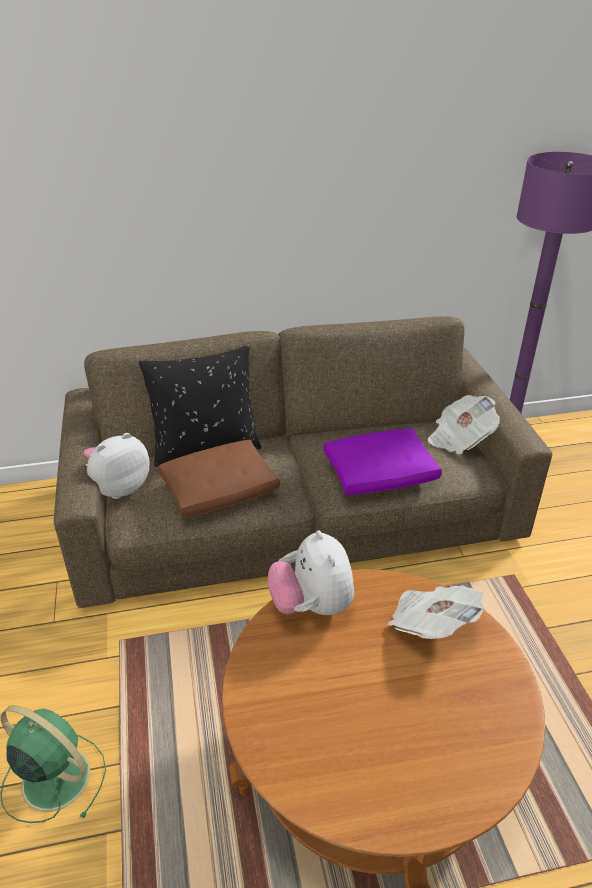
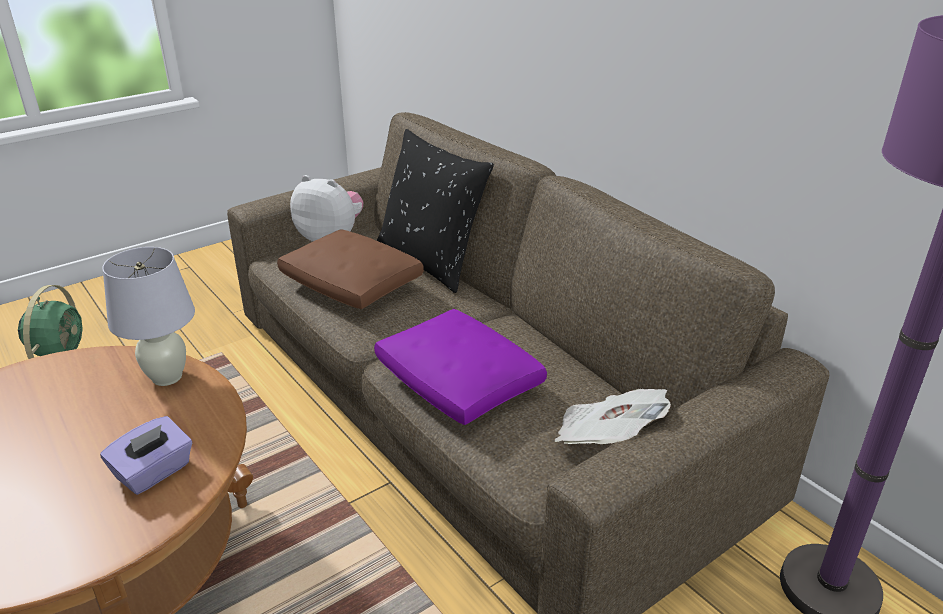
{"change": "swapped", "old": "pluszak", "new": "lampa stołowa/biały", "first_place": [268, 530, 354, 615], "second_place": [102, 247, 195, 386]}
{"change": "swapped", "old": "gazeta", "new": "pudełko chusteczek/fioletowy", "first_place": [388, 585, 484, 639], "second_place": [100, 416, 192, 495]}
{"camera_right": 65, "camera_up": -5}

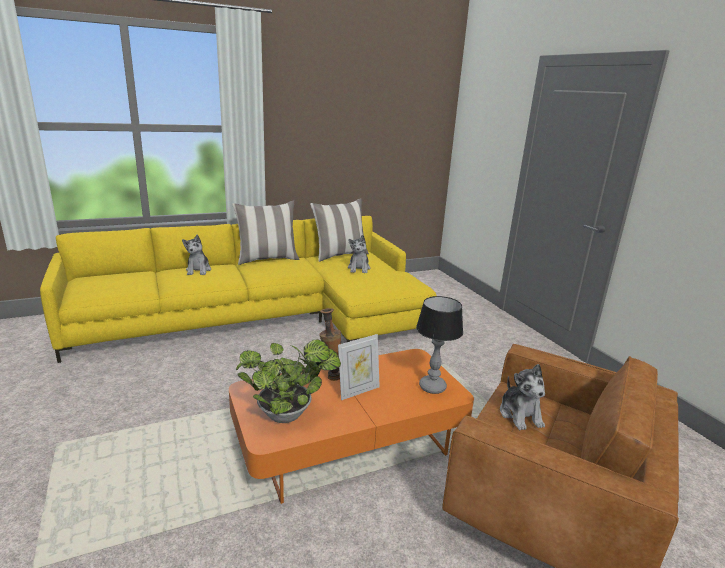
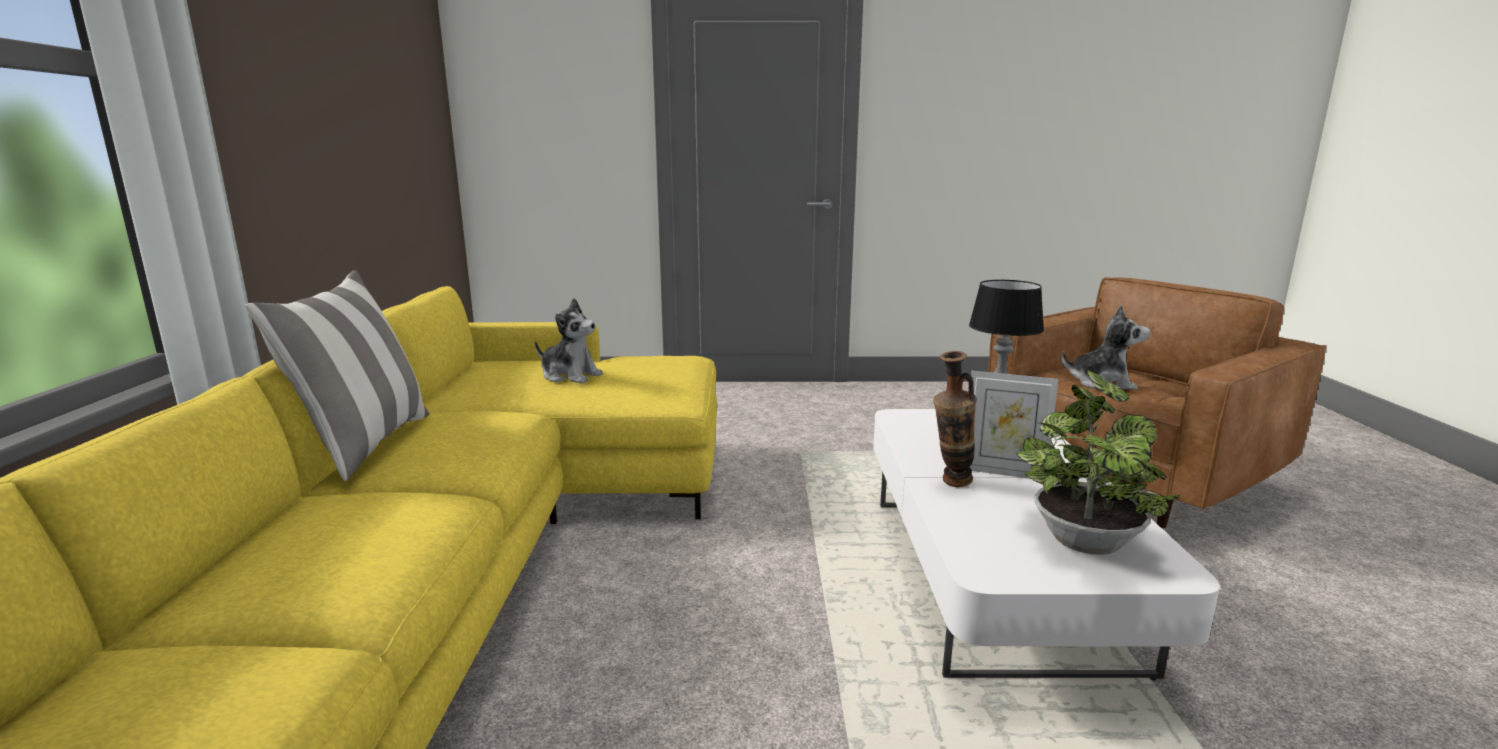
{"change": "gone", "old": "pluszak", "first_place": [182, 235, 211, 275]}
{"change": "repainted", "old": "ława/pomarańczowy", "new": "ława/biały", "first_place": [229, 349, 474, 504], "second_place": [873, 409, 1220, 680]}
{"change": "gone", "old": "poduszka", "first_place": [310, 198, 369, 262]}
{"change": "rotated", "old": "ramka na zdjęcie", "first_place": [338, 334, 380, 400], "second_place": [970, 371, 1059, 479], "degrees": 120}
{"camera_right": -65, "camera_up": -5}

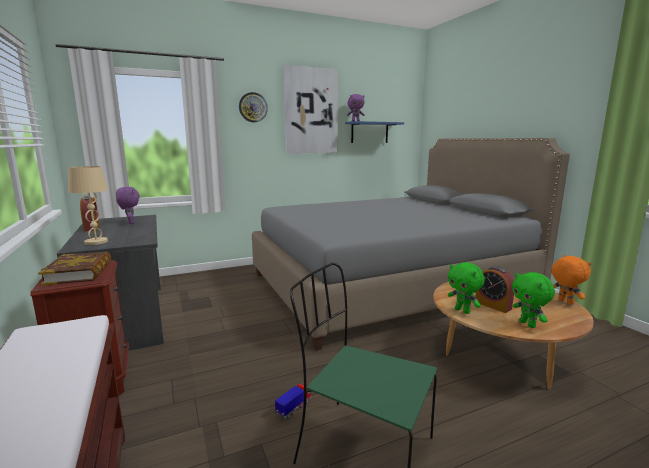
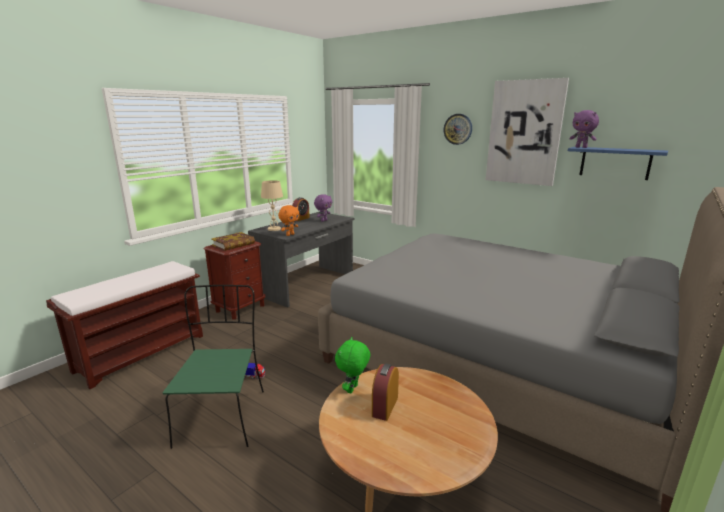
{"change": "gone", "old": "pluszak/zielony", "first_place": [512, 272, 555, 328]}
{"change": "shifted", "old": "pluszak/pomarańczowy", "first_place": [551, 255, 592, 305], "second_place": [278, 205, 299, 236]}
{"camera_right": 60, "camera_up": 5}

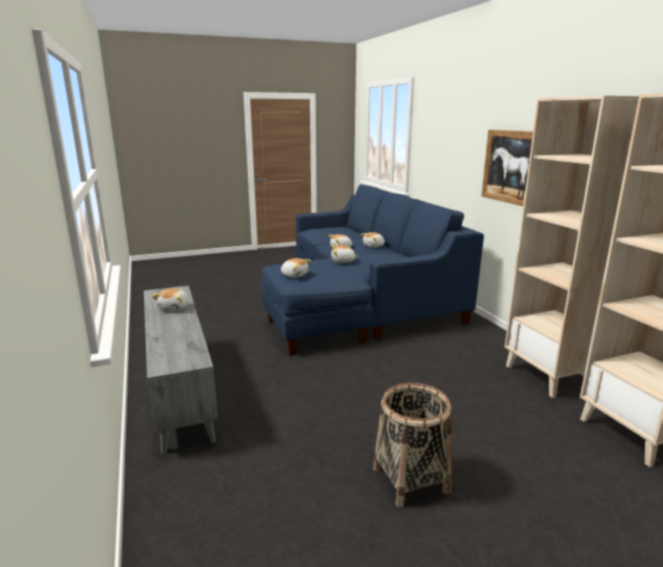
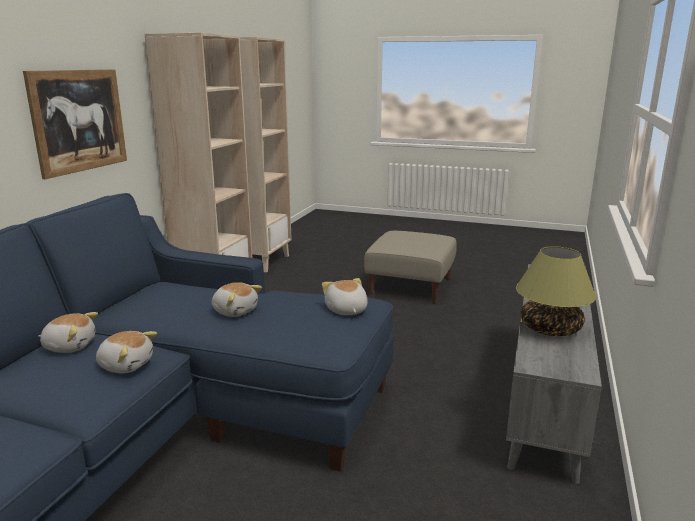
{"change": "swapped", "old": "pluszak", "new": "lampa stołowa", "first_place": [152, 288, 189, 311], "second_place": [516, 246, 596, 336]}
{"change": "swapped", "old": "koszyk", "new": "pufa/beżowy", "first_place": [373, 383, 451, 507], "second_place": [364, 231, 457, 304]}
{"camera_right": -140, "camera_up": 0}

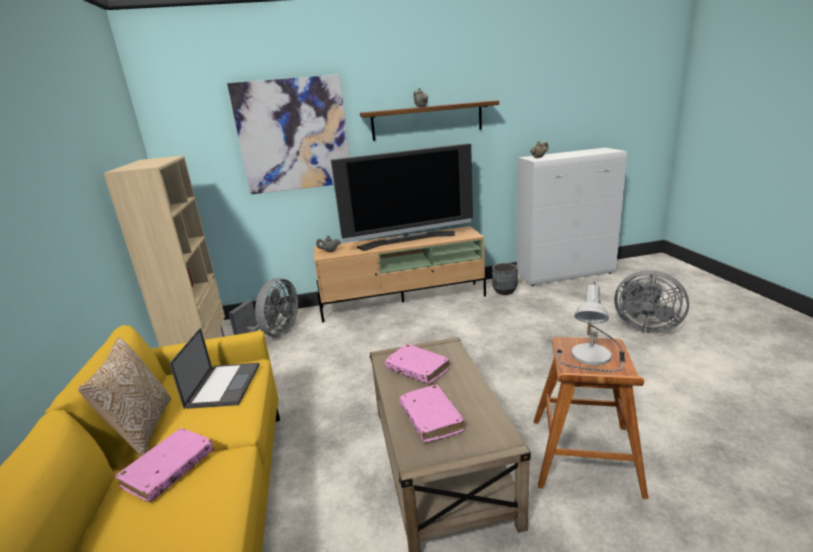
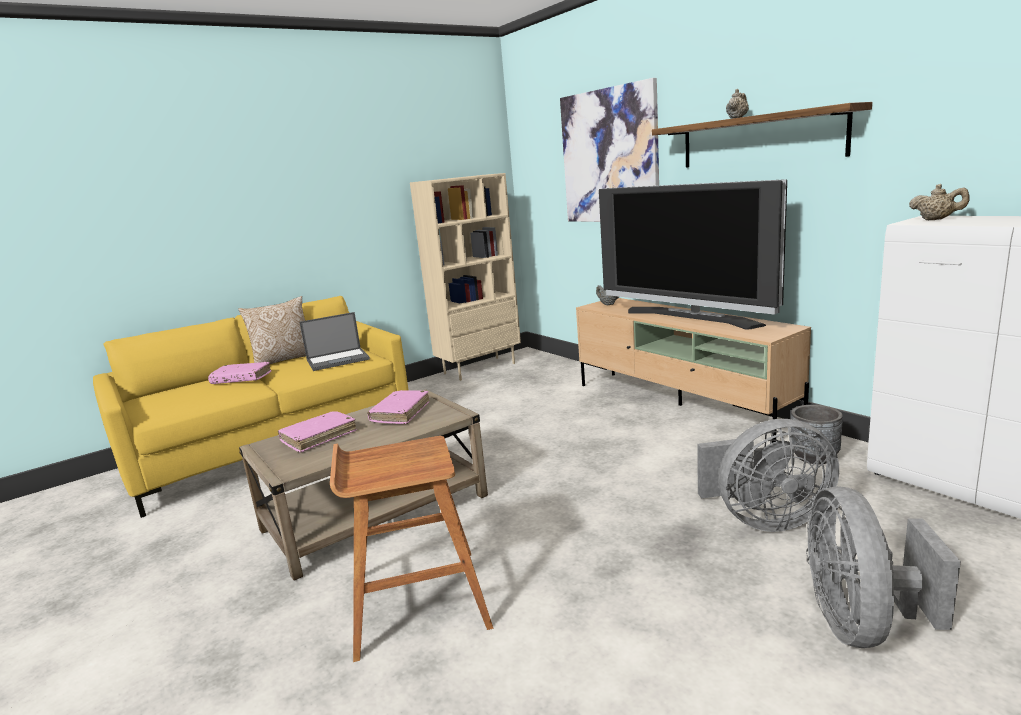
{"change": "shifted", "old": "wentylator/szary", "first_place": [229, 278, 298, 337], "second_place": [697, 419, 839, 532]}
{"change": "gone", "old": "lampa stołowa", "first_place": [557, 281, 625, 372]}
{"camera_right": 65, "camera_up": -5}

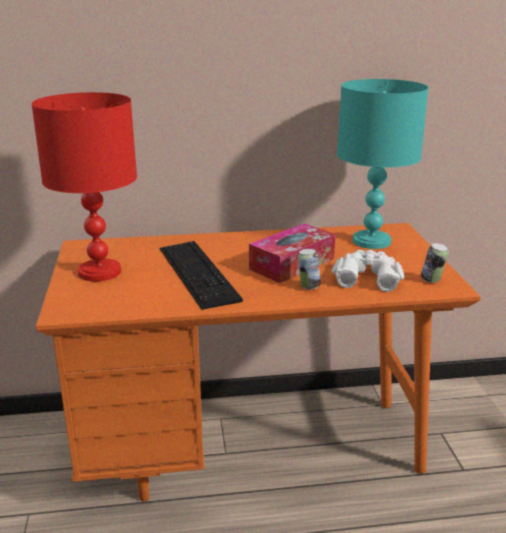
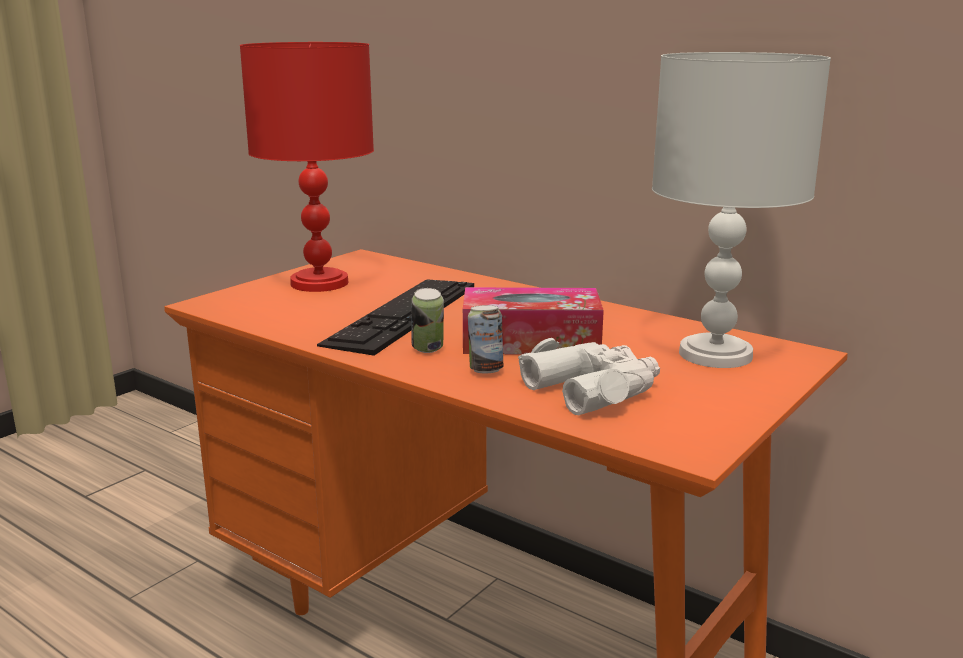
{"change": "repainted", "old": "lampa stołowa/turkusowy", "new": "lampa stołowa/biały", "first_place": [337, 79, 429, 249], "second_place": [652, 52, 831, 368]}
{"change": "shifted", "old": "puszka", "first_place": [421, 243, 448, 283], "second_place": [411, 288, 444, 353]}
{"camera_right": 45, "camera_up": -5}

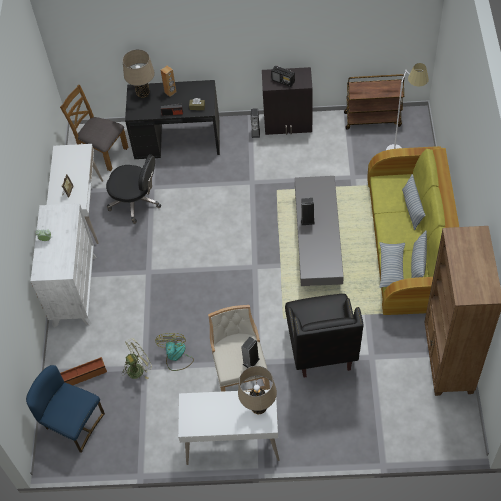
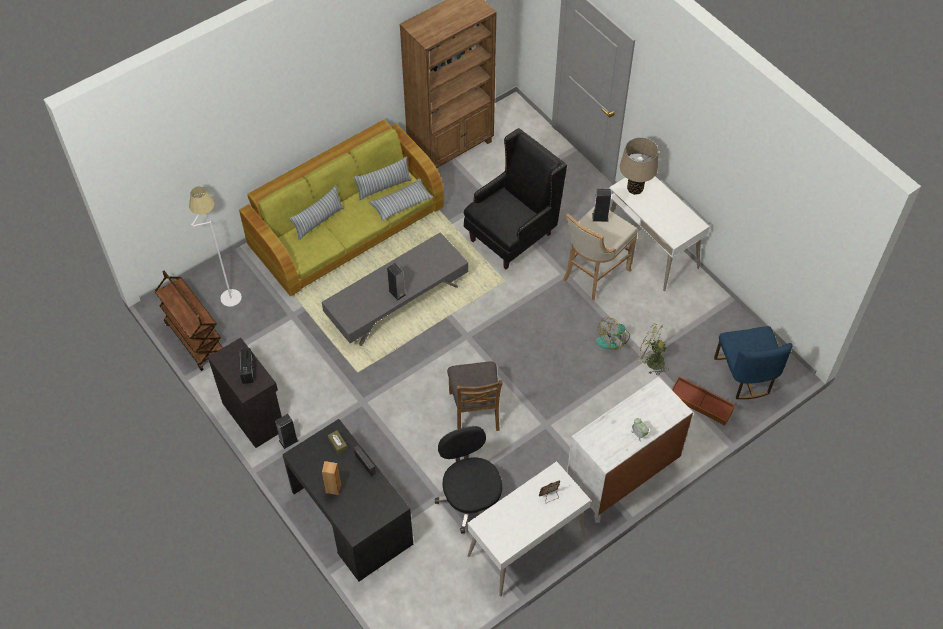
{"change": "shifted", "old": "krzesło/brązowy", "first_place": [60, 85, 128, 171], "second_place": [447, 362, 503, 431]}
{"change": "gone", "old": "lampa stołowa/beżowy", "first_place": [123, 49, 155, 98]}
{"camera_right": -130, "camera_up": 0}

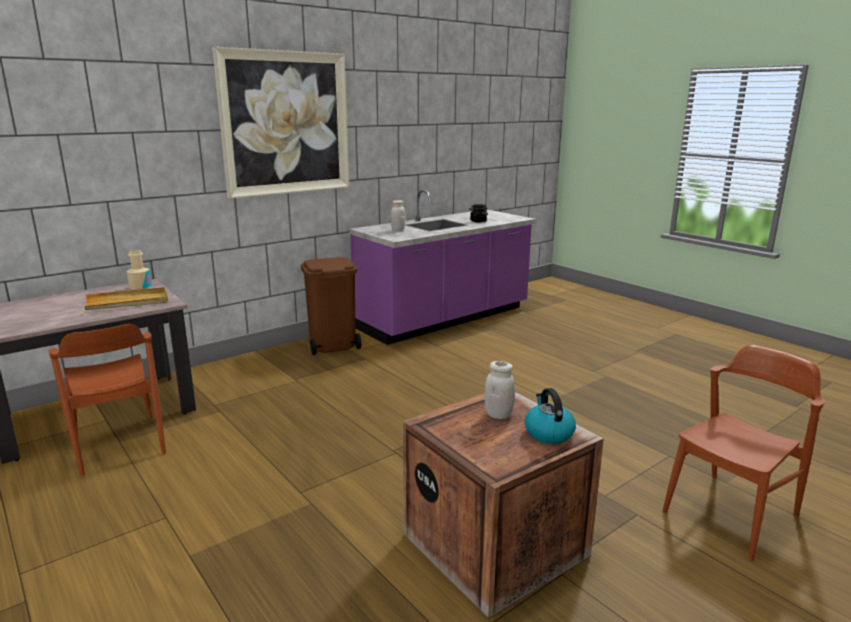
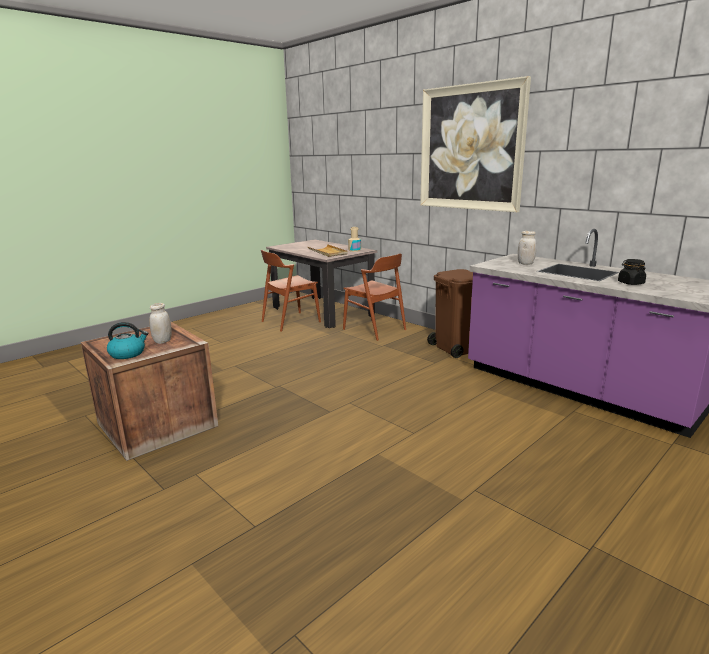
{"change": "shifted", "old": "krzesło/brązowy", "first_place": [662, 345, 825, 561], "second_place": [343, 254, 406, 341]}
{"camera_right": 85, "camera_up": 0}

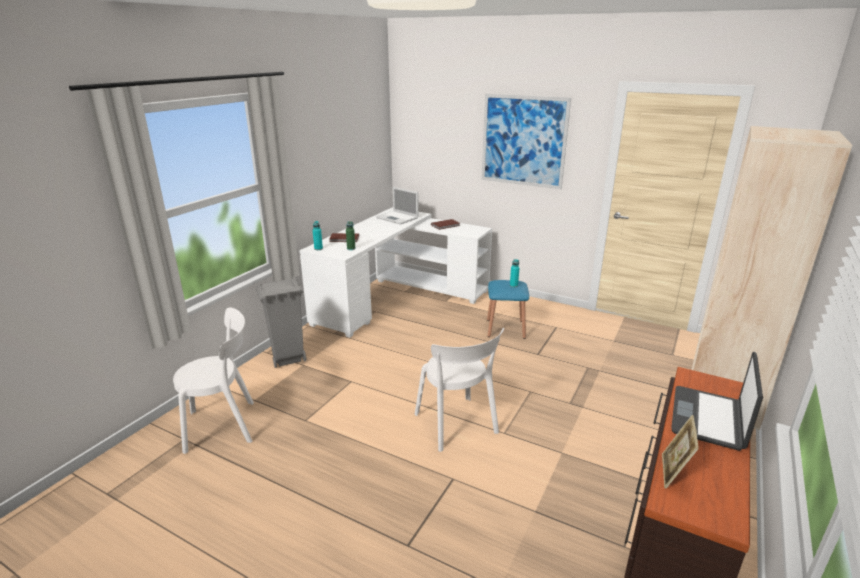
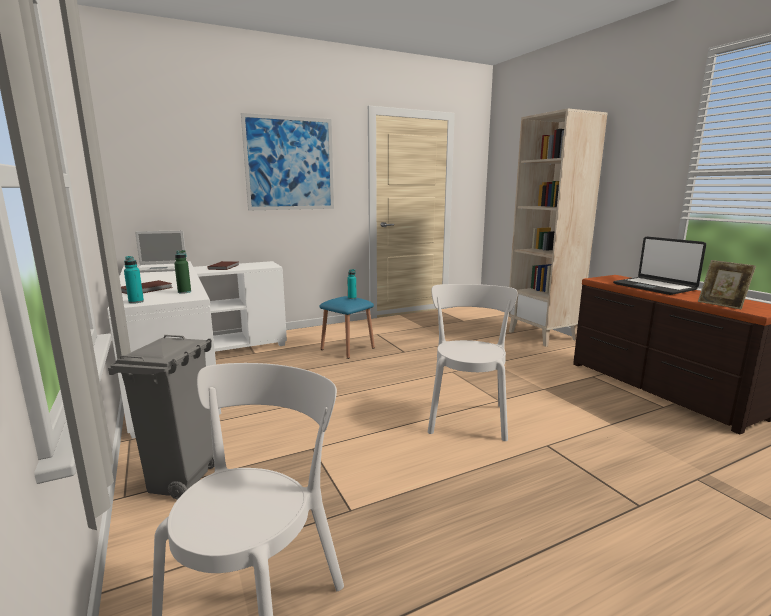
{"change": "rotated", "old": "krzesło/biały", "first_place": [415, 328, 504, 452], "second_place": [428, 284, 518, 441], "degrees": -90}
{"camera_right": -55, "camera_up": -10}

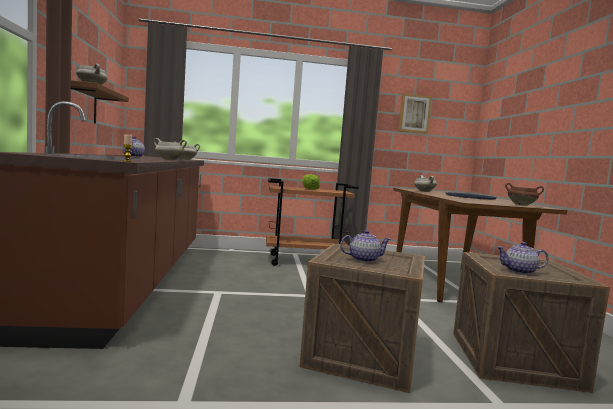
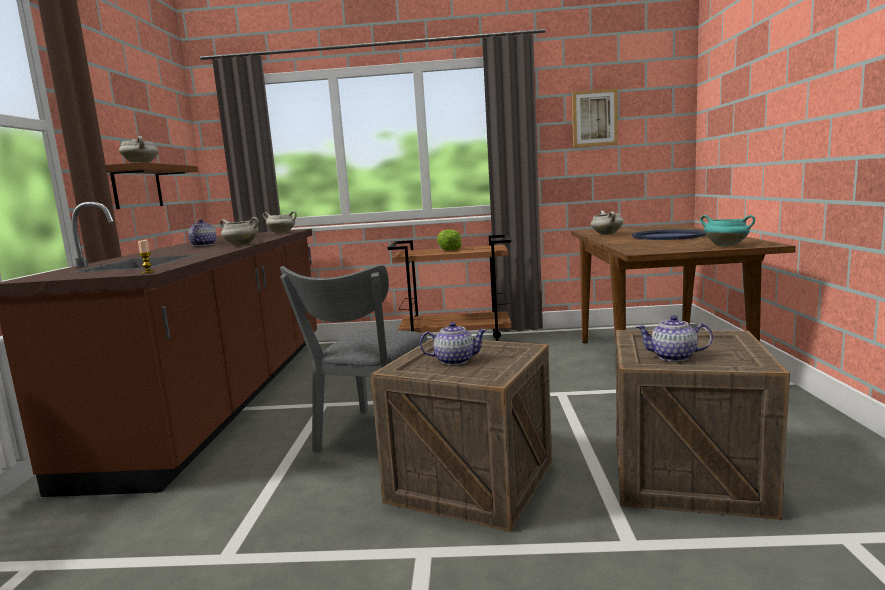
{"change": "repainted", "old": "garnek/brązowy", "new": "garnek/turkusowy", "first_place": [505, 183, 544, 206], "second_place": [700, 215, 755, 247]}
{"change": "new", "new": "krzesło/szary", "second_place": [280, 264, 427, 453]}
{"camera_right": 10, "camera_up": 5}

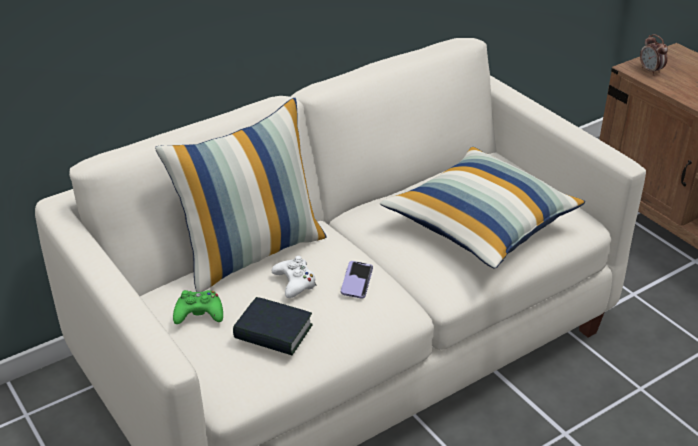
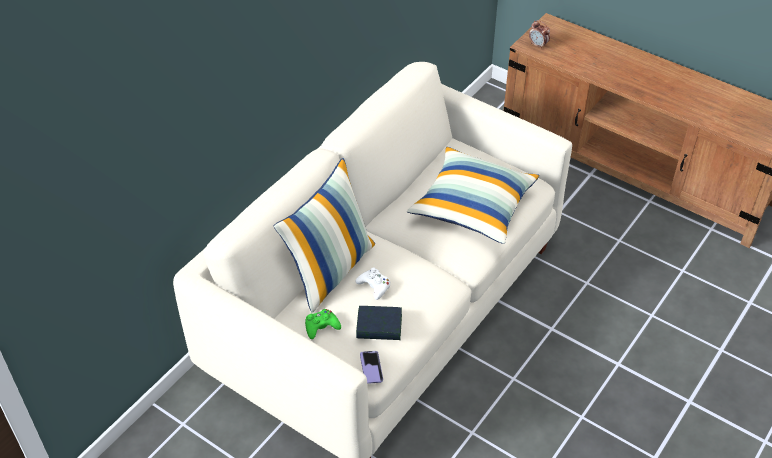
{"change": "shifted", "old": "telefon", "first_place": [341, 261, 373, 299], "second_place": [360, 351, 383, 384]}
{"camera_right": -20, "camera_up": 10}

